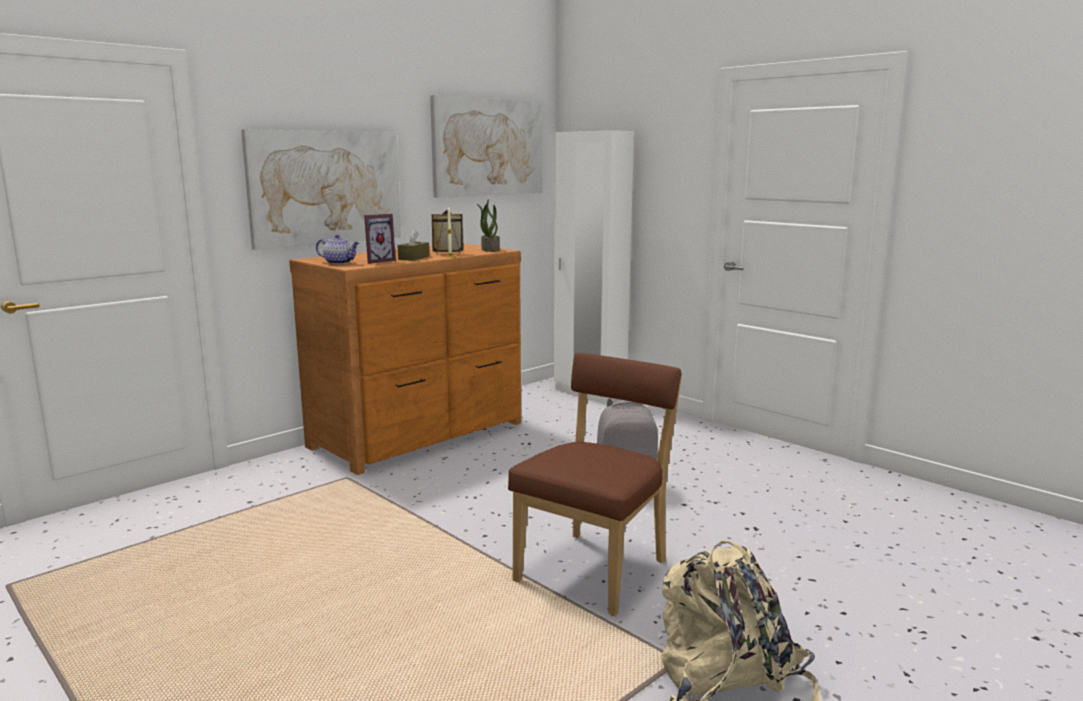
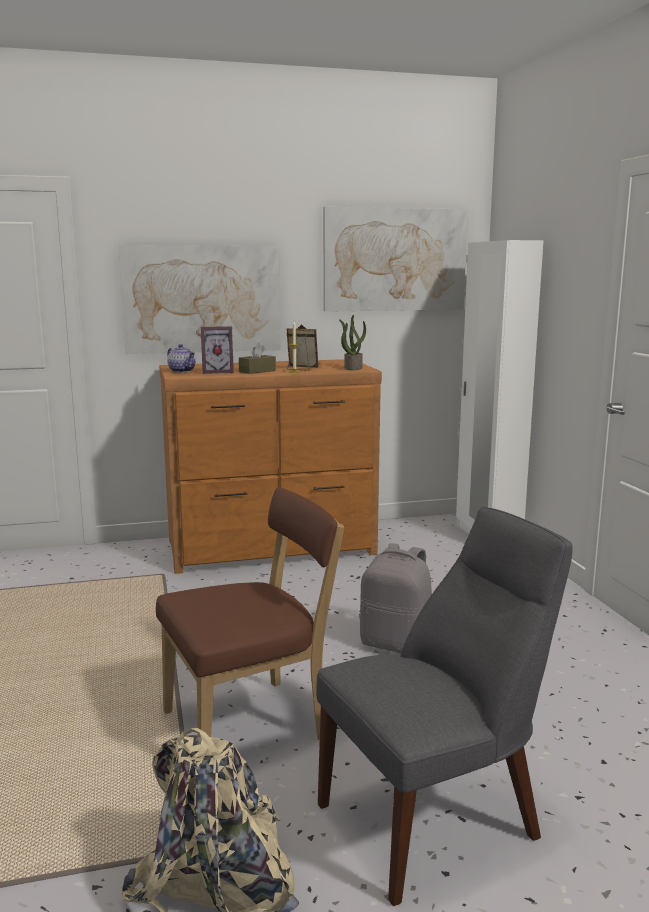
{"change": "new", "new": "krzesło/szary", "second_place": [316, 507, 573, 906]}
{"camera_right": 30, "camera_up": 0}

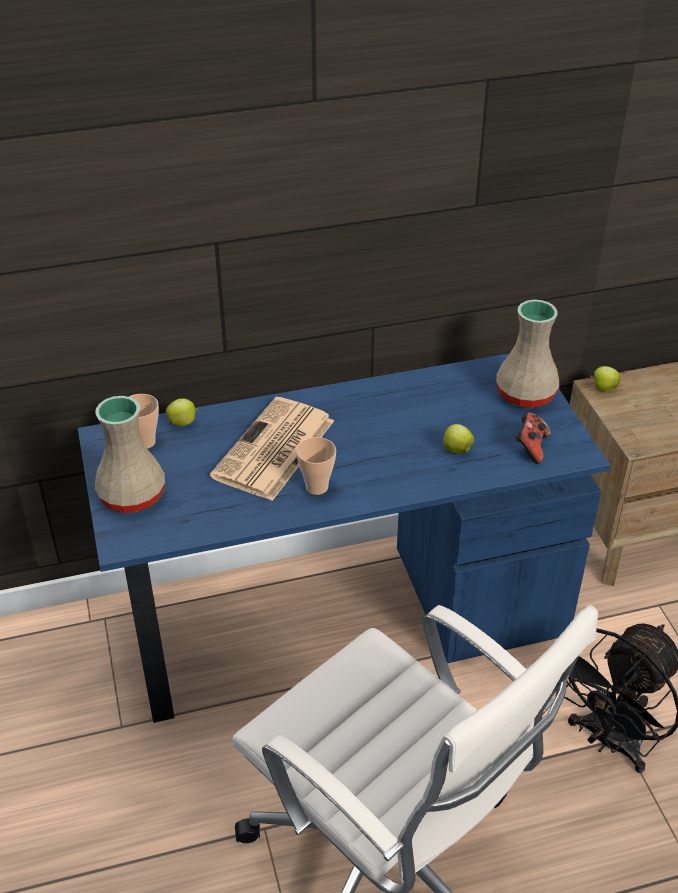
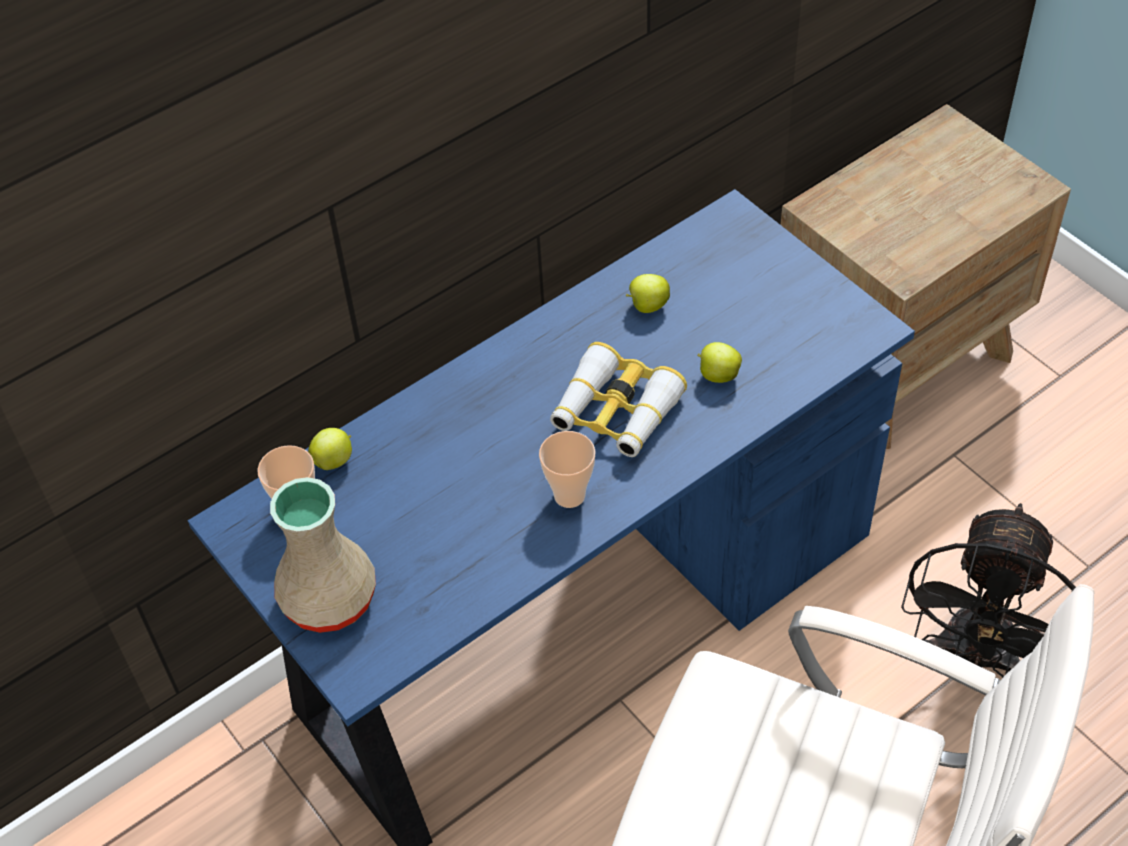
{"change": "gone", "old": "gazeta", "first_place": [210, 397, 334, 501]}
{"change": "gone", "old": "wazon/beżowy", "first_place": [496, 300, 559, 408]}
{"change": "gone", "old": "pad do gier", "first_place": [515, 412, 551, 464]}
{"change": "shifted", "old": "jabłko", "first_place": [591, 366, 620, 391], "second_place": [626, 274, 670, 313]}
{"change": "new", "new": "lornetka", "second_place": [550, 342, 687, 457]}
{"camera_right": -20, "camera_up": 10}

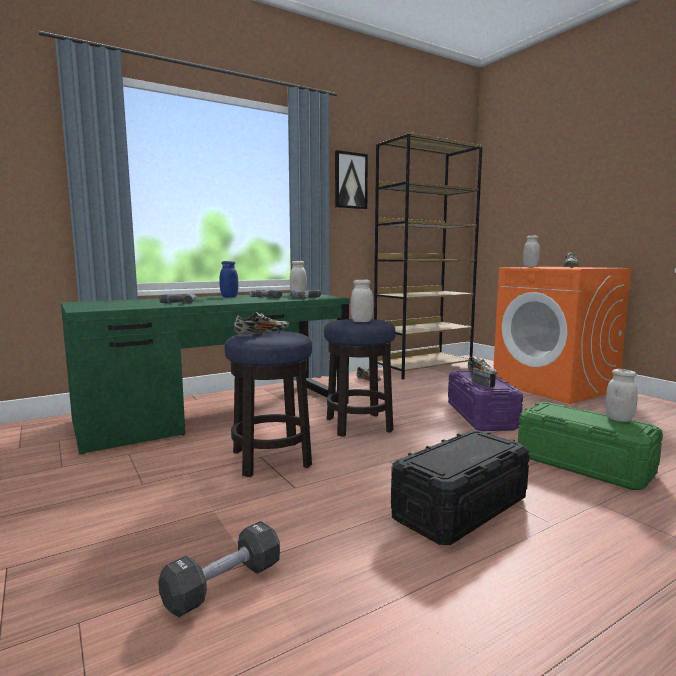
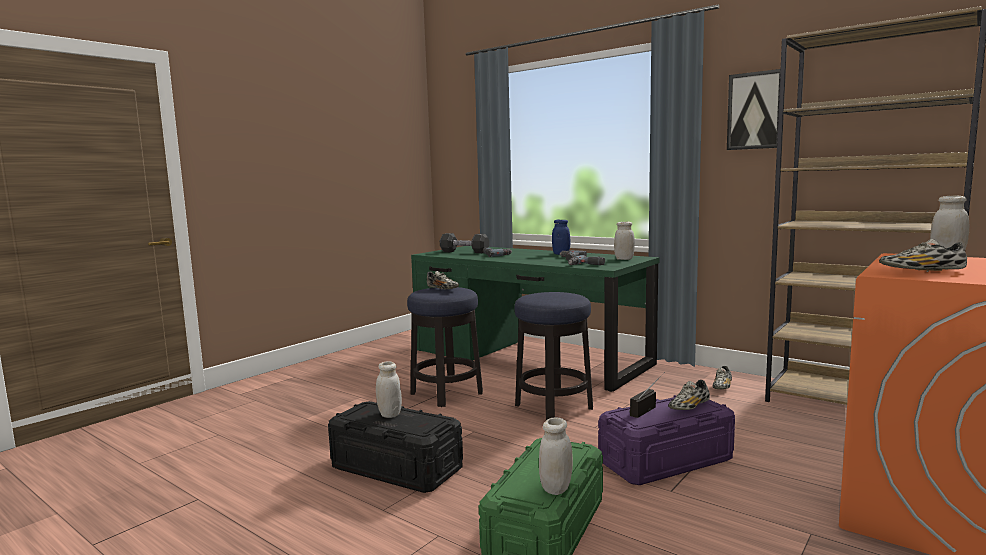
{"change": "shifted", "old": "hantel/czarny", "first_place": [158, 521, 280, 617], "second_place": [440, 233, 489, 253]}
{"change": "shifted", "old": "słoik/biały", "first_place": [351, 280, 373, 322], "second_place": [376, 361, 402, 418]}
{"camera_right": 70, "camera_up": 0}

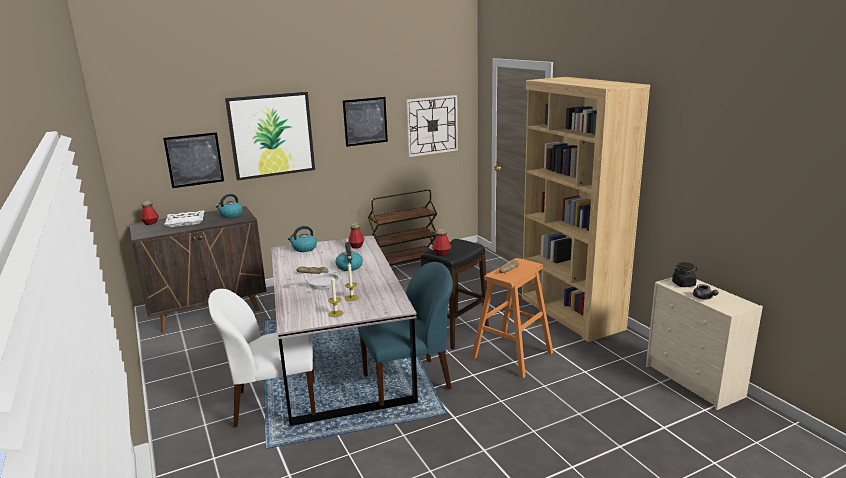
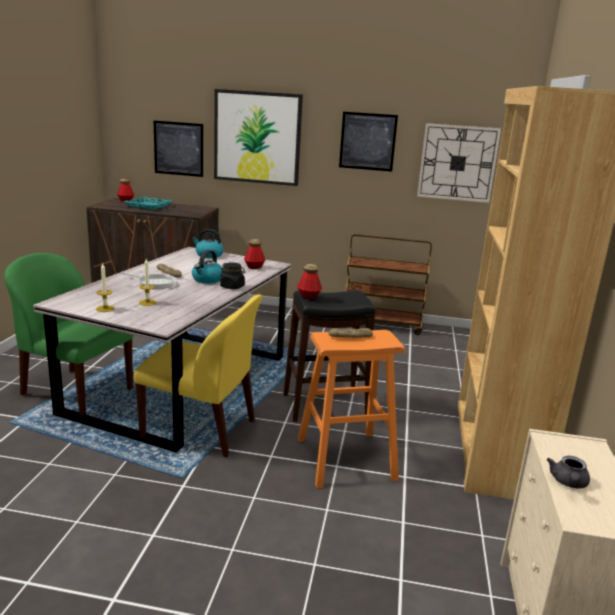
{"change": "repainted", "old": "taca/biały", "new": "taca/turkusowy", "first_place": [164, 210, 204, 227], "second_place": [124, 196, 173, 210]}
{"change": "repainted", "old": "krzesło/biały", "new": "krzesło/zielony", "first_place": [208, 289, 316, 428], "second_place": [4, 253, 133, 416]}
{"change": "gone", "old": "czajnik", "first_place": [216, 194, 243, 218]}
{"change": "repainted", "old": "krzesło/niebieski", "new": "krzesło/żółty", "first_place": [358, 262, 453, 406], "second_place": [134, 294, 262, 457]}
{"change": "shifted", "old": "słoik/czarny", "first_place": [672, 262, 698, 287], "second_place": [220, 262, 245, 289]}
{"camera_right": 35, "camera_up": 0}

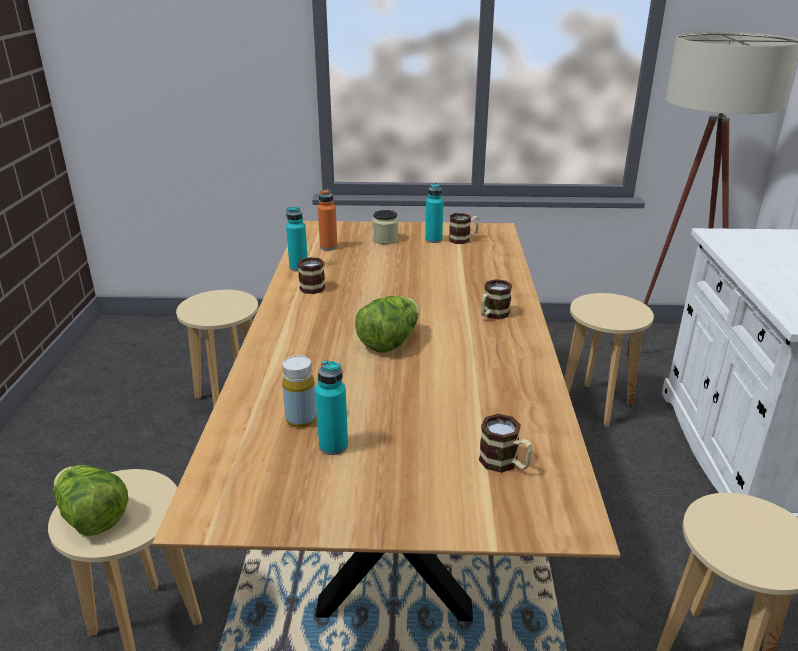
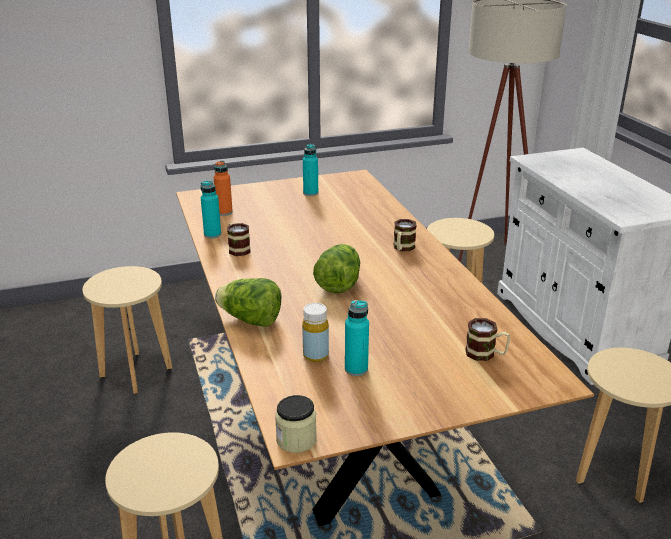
{"change": "shifted", "old": "sałata", "first_place": [54, 465, 128, 536], "second_place": [215, 278, 281, 327]}
{"change": "shifted", "old": "słoik", "first_place": [372, 210, 398, 244], "second_place": [275, 395, 317, 453]}
{"change": "gone", "old": "kubek", "first_place": [449, 213, 479, 244]}
{"camera_right": -20, "camera_up": 0}

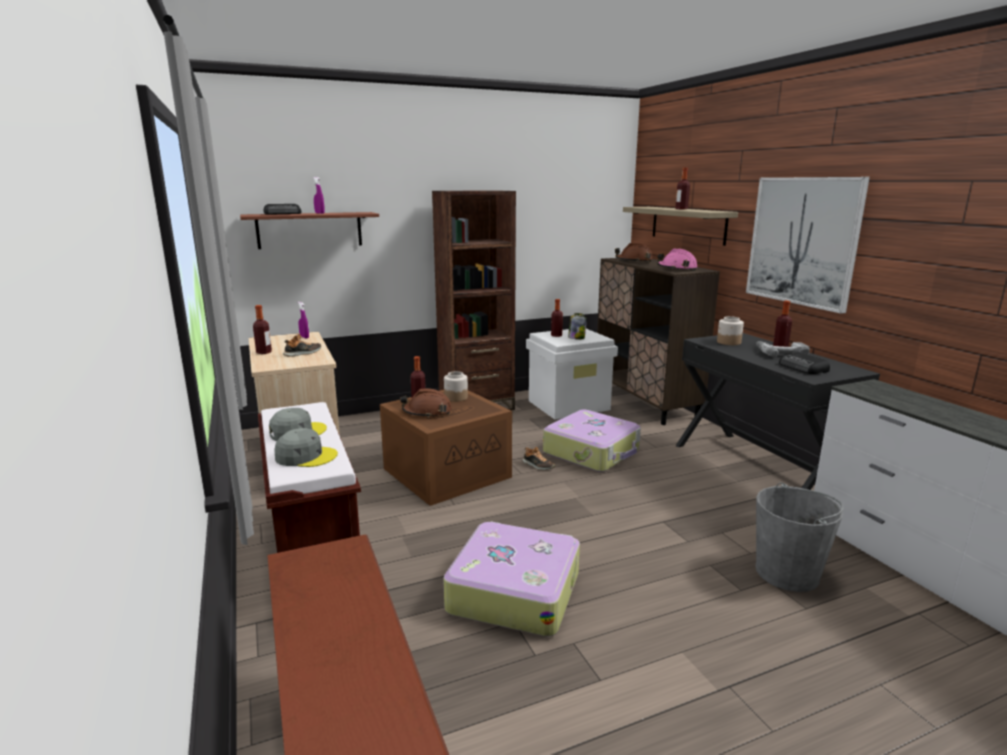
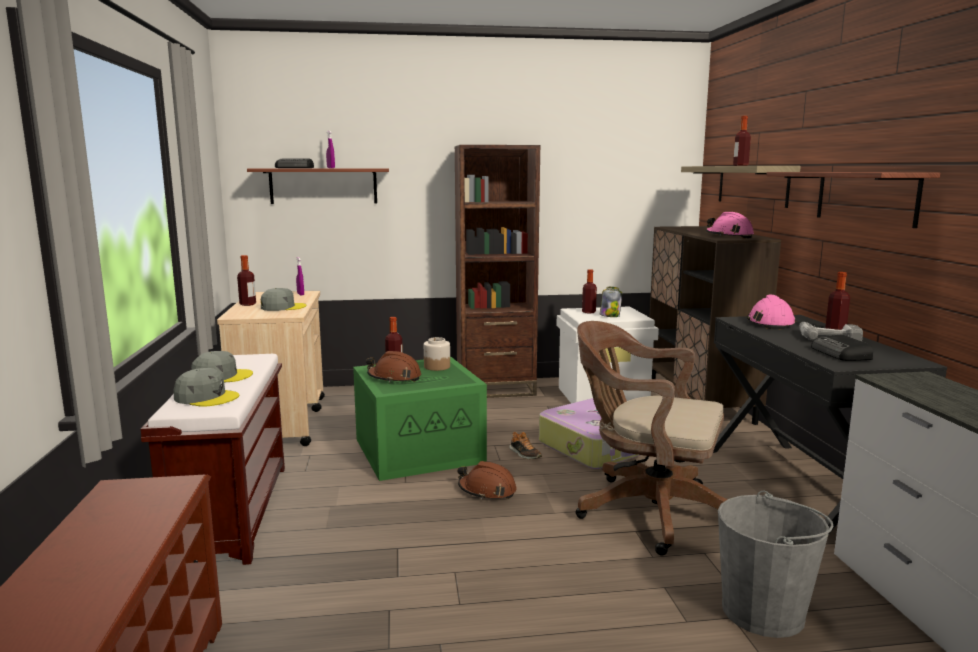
{"change": "swapped", "old": "but", "new": "czapka z daszkiem/szary", "first_place": [283, 334, 321, 357], "second_place": [261, 288, 307, 311]}
{"change": "repainted", "old": "pojemnik do przechowywania/brązowy", "new": "pojemnik do przechowywania/zielony", "first_place": [380, 390, 512, 506], "second_place": [353, 357, 487, 481]}
{"change": "gone", "old": "walizka", "first_place": [443, 522, 580, 637]}
{"change": "shifted", "old": "kask/brązowy", "first_place": [615, 243, 653, 262], "second_place": [457, 461, 517, 500]}
{"change": "swapped", "old": "słoik", "new": "kask/różowy", "first_place": [717, 316, 744, 345], "second_place": [747, 295, 796, 329]}
{"change": "swapped", "old": "obraz", "new": "półka", "first_place": [746, 177, 870, 314], "second_place": [766, 172, 940, 228]}
{"change": "new", "new": "krzesło biurowe/brązowy", "second_place": [576, 321, 728, 556]}
{"camera_right": 15, "camera_up": -5}

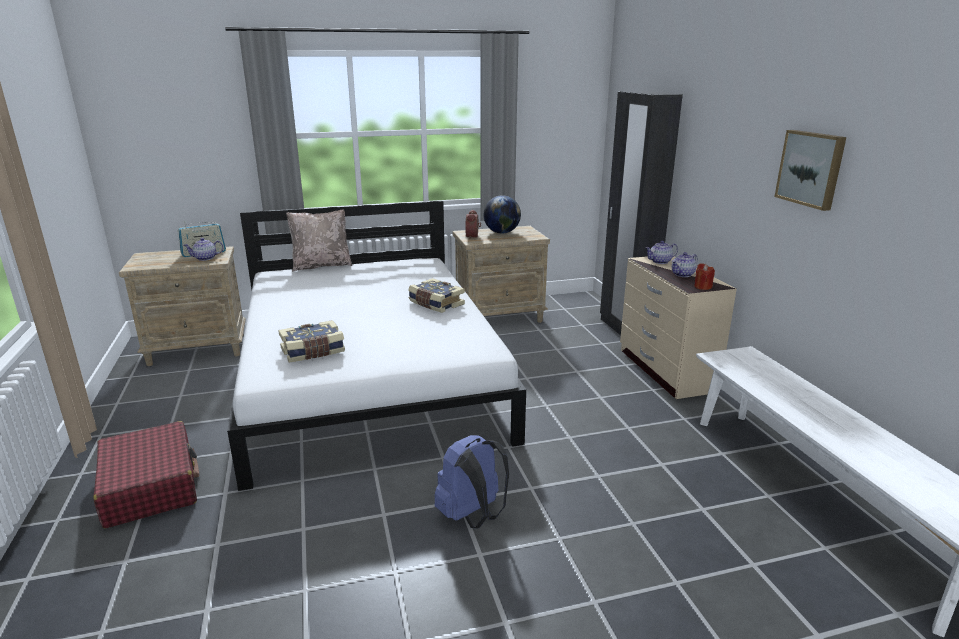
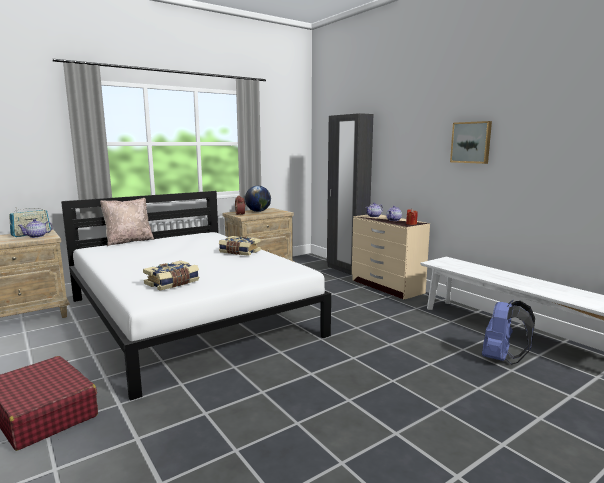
{"change": "shifted", "old": "plecak/niebieski", "first_place": [435, 435, 509, 528], "second_place": [482, 300, 535, 365]}
{"camera_right": -20, "camera_up": -10}

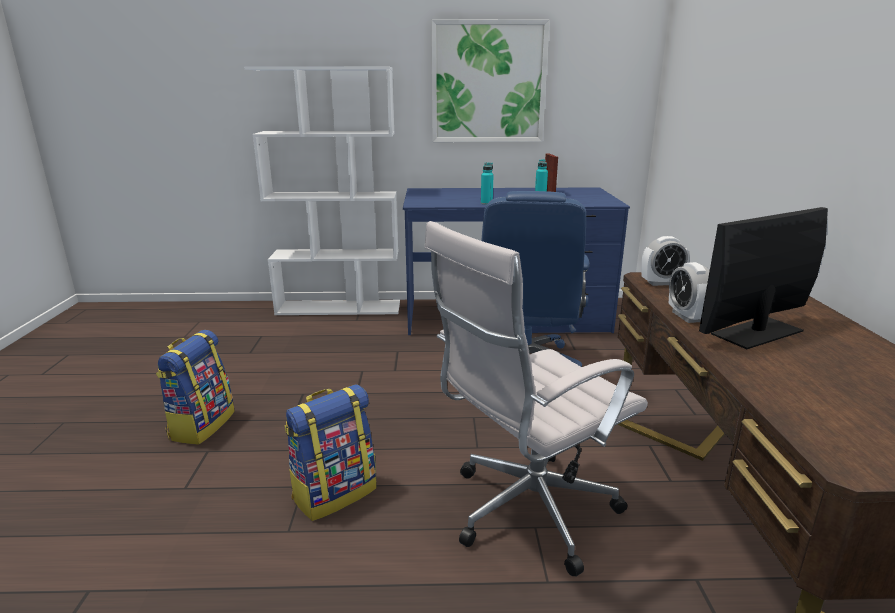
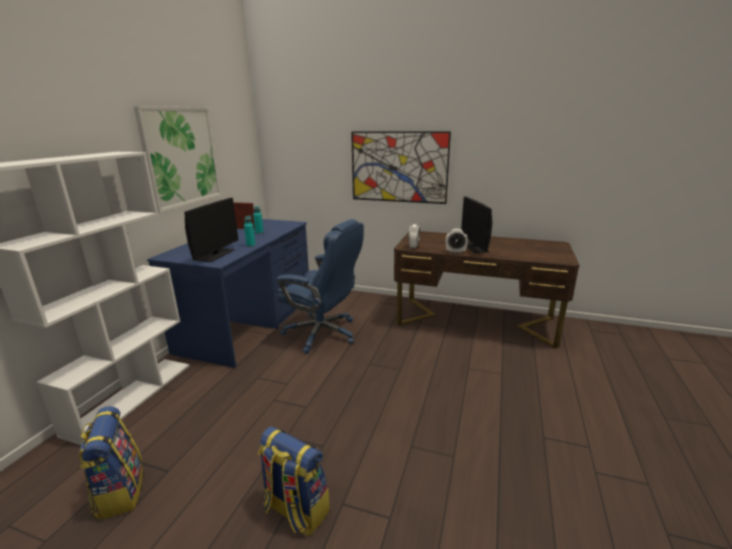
{"change": "shifted", "old": "plecak", "first_place": [285, 384, 377, 521], "second_place": [79, 406, 143, 520]}
{"change": "gone", "old": "krzesło biurowe/biały", "first_place": [424, 221, 648, 577]}
{"change": "new", "new": "monitor", "second_place": [185, 198, 238, 262]}
{"change": "new", "new": "obraz", "second_place": [351, 131, 451, 204]}
{"camera_right": -70, "camera_up": 0}

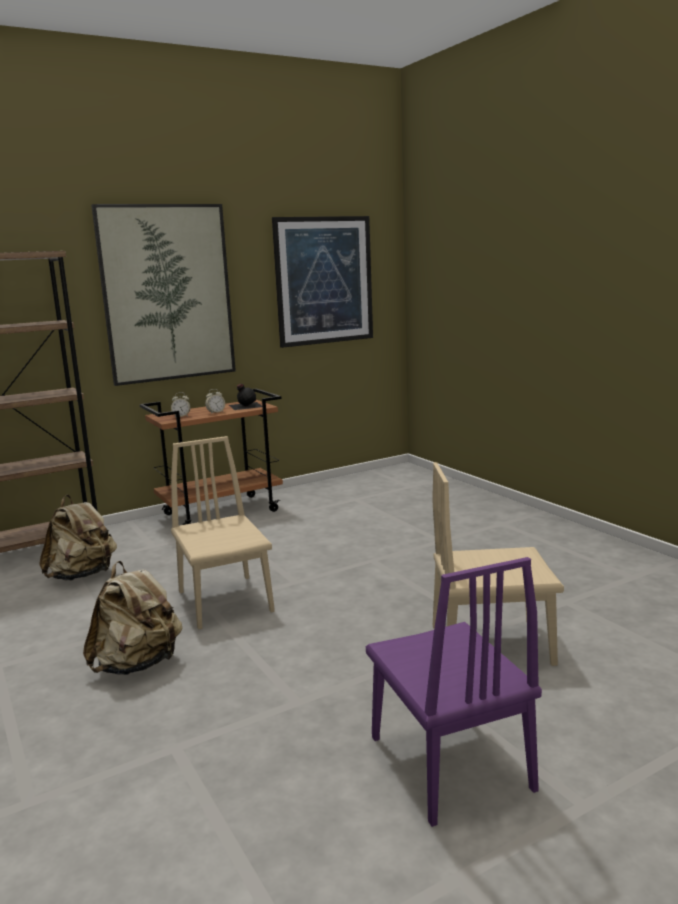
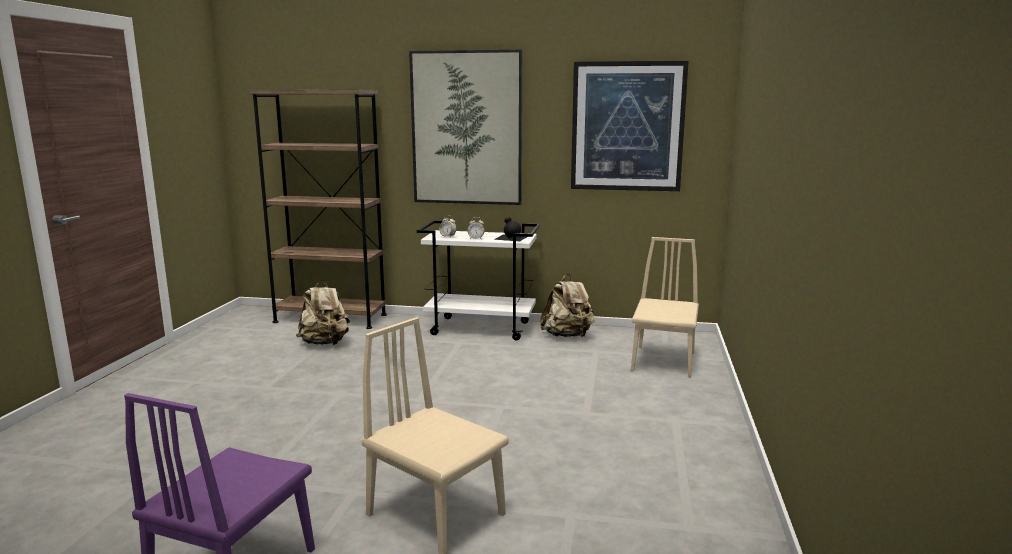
{"change": "shifted", "old": "plecak/beżowy", "first_place": [83, 561, 182, 675], "second_place": [540, 273, 595, 337]}
{"change": "repainted", "old": "wózek/brązowy", "new": "wózek/biały", "first_place": [140, 389, 283, 525], "second_place": [417, 220, 540, 341]}
{"change": "shifted", "old": "krzesło/beżowy", "first_place": [171, 436, 275, 630], "second_place": [631, 237, 699, 378]}
{"camera_right": 40, "camera_up": 0}

